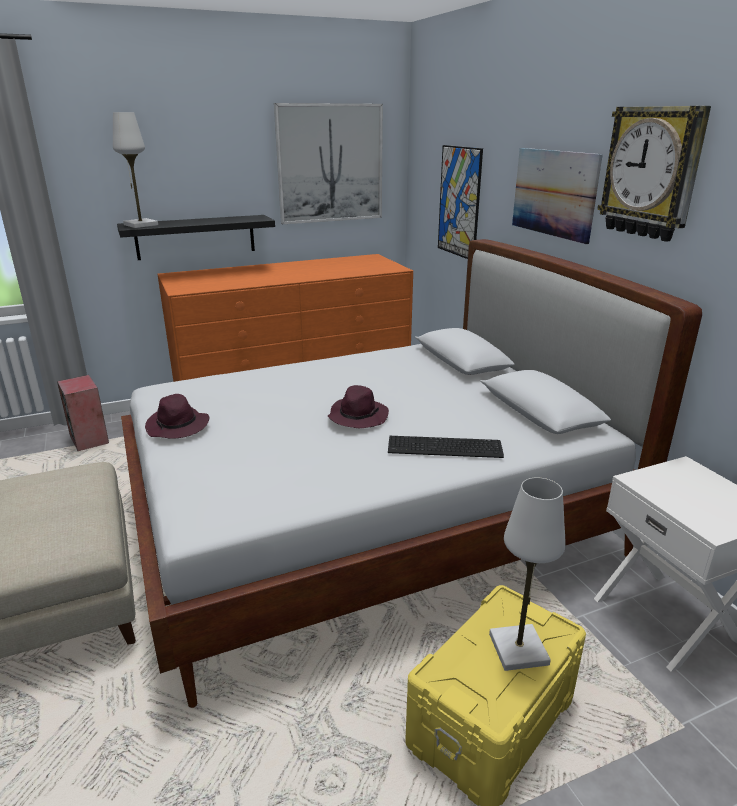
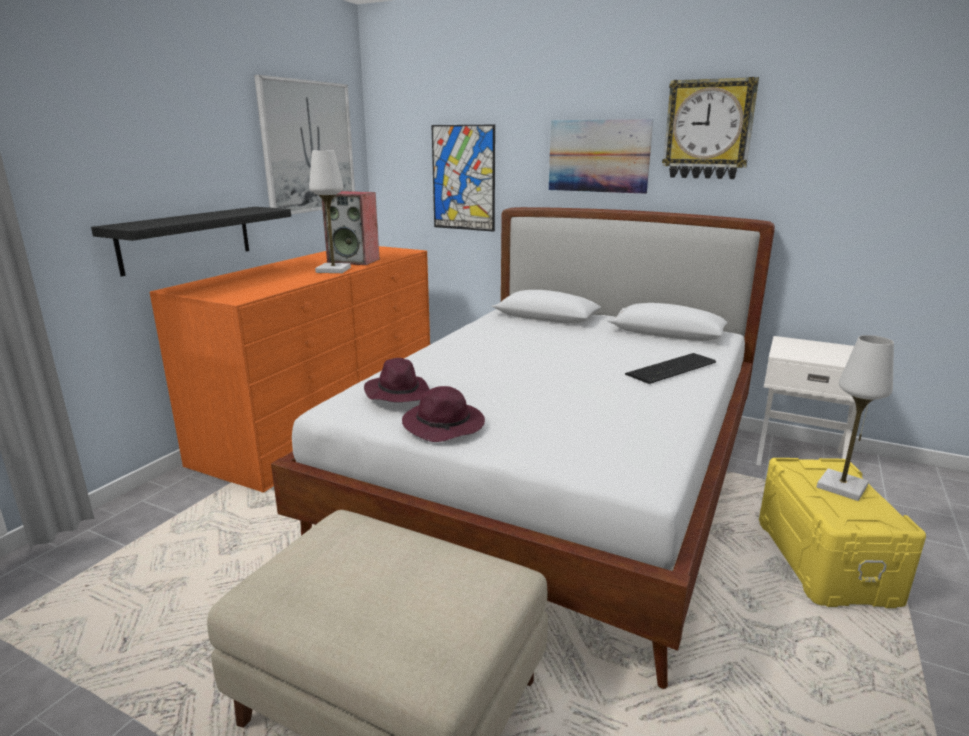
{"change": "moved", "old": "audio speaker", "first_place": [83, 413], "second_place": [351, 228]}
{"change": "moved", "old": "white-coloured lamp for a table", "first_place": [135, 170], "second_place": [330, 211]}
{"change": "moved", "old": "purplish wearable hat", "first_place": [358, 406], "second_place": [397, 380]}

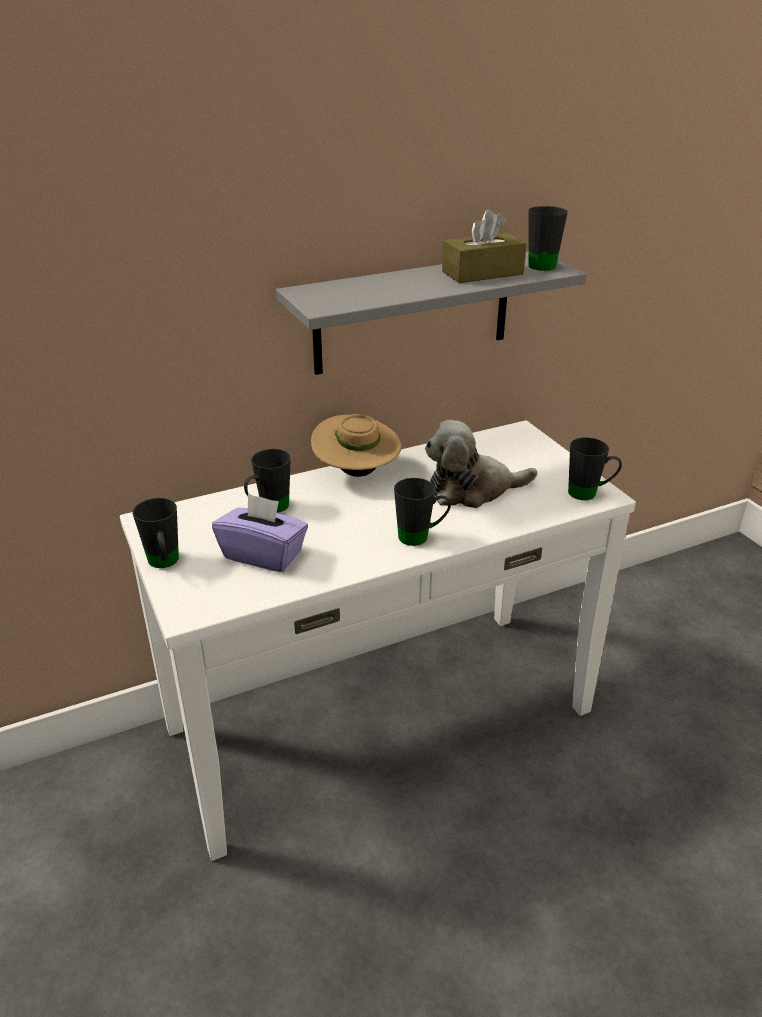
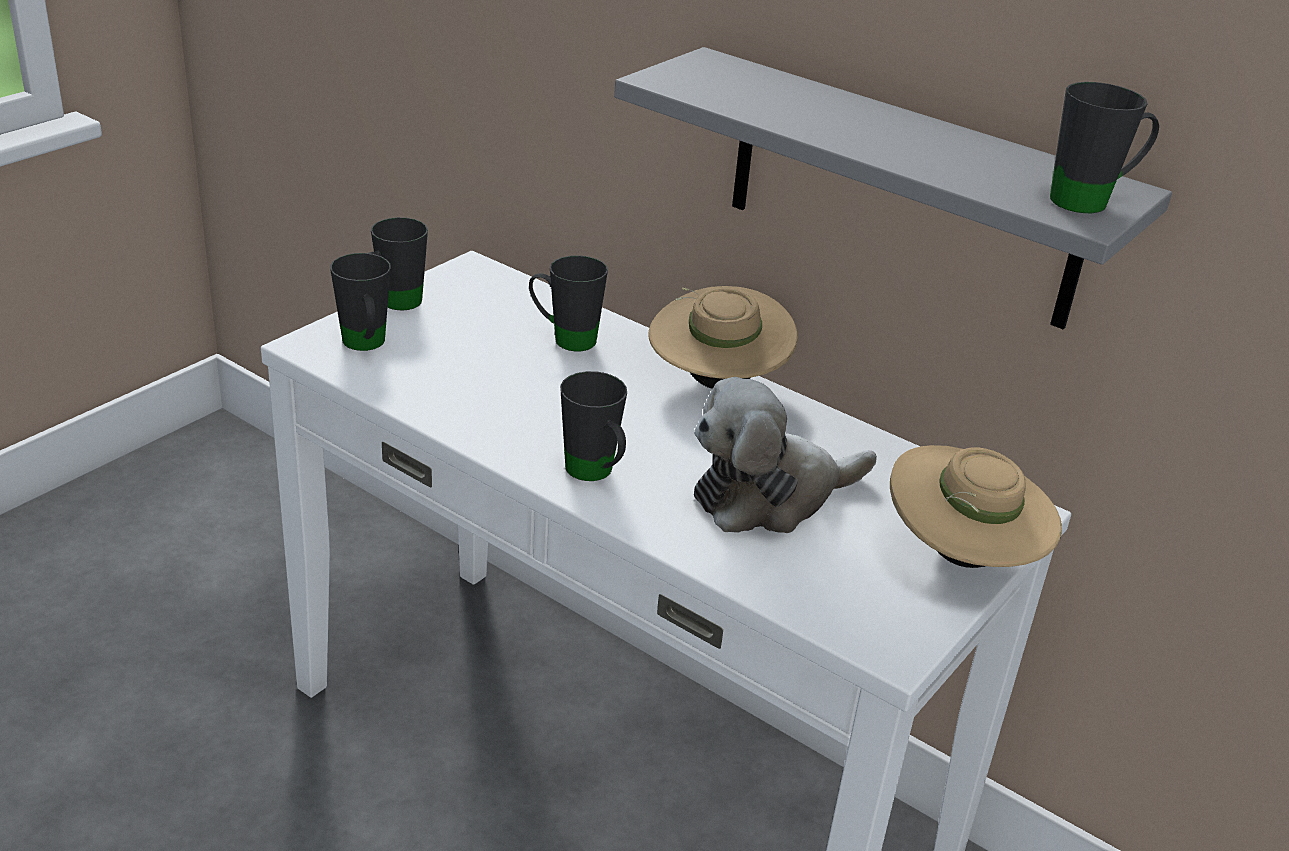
{"change": "removed", "old": "purplish box of tissues", "first_place": [260, 532]}
{"change": "removed", "old": "brownish box of tissues", "first_place": [484, 246]}
{"change": "added", "new": "sand-coloured wearable hat", "second_place": [976, 506]}
{"change": "moved", "old": "black-coloured coffee mug", "first_place": [595, 469], "second_place": [360, 302]}
{"change": "turned", "old": "soft toy", "first_place": [481, 464], "second_place": [785, 455], "degrees": -75}

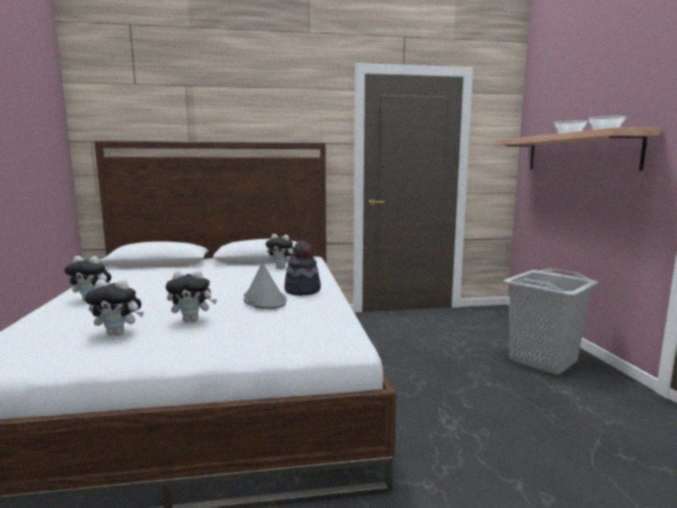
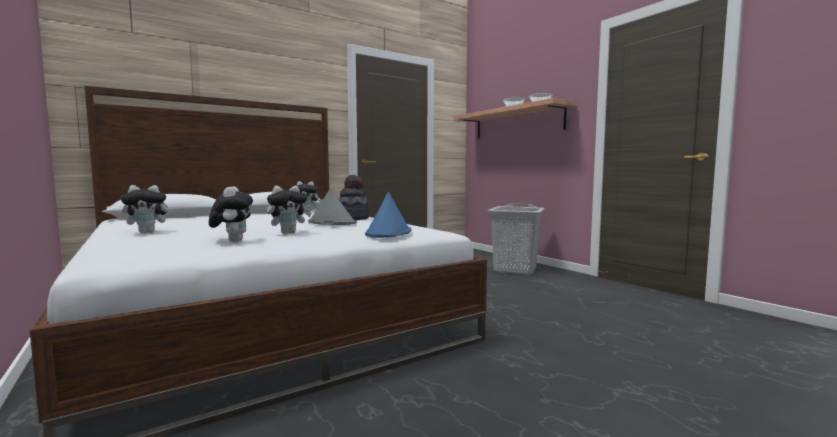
{"change": "added", "new": "blue-coloured wearable hat", "second_place": [388, 215]}
{"change": "turned", "old": "soft toy", "first_place": [114, 307], "second_place": [231, 214], "degrees": -75}

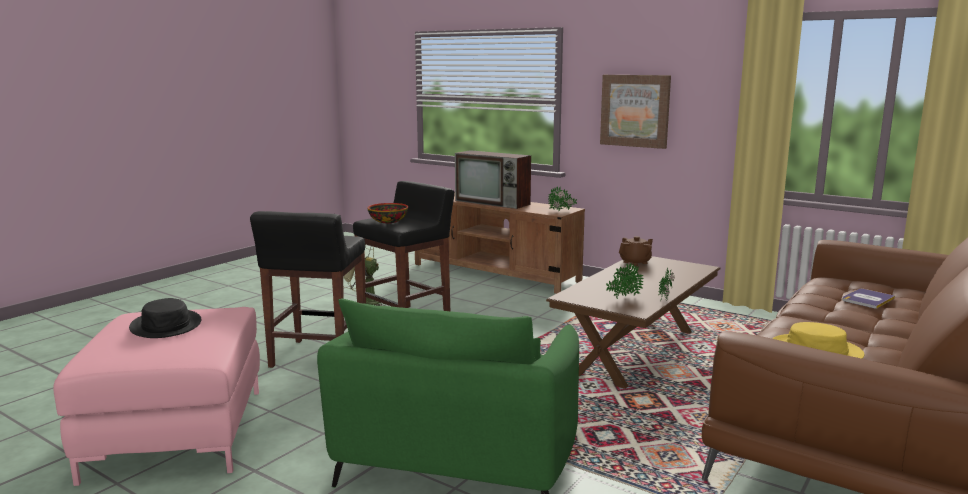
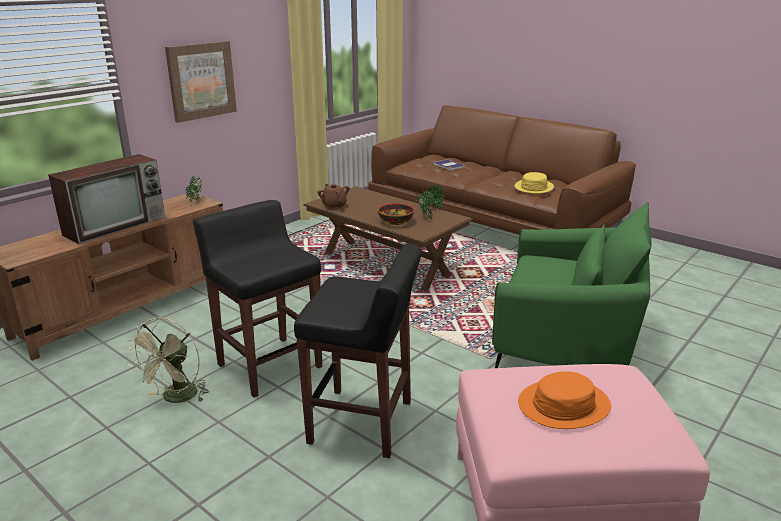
{"change": "moved", "old": "bowl", "first_place": [387, 213], "second_place": [396, 214]}
{"change": "recoloured", "old": "black-coloured wearable hat", "new": "orangey wearable hat", "first_place": [165, 318], "second_place": [564, 400]}

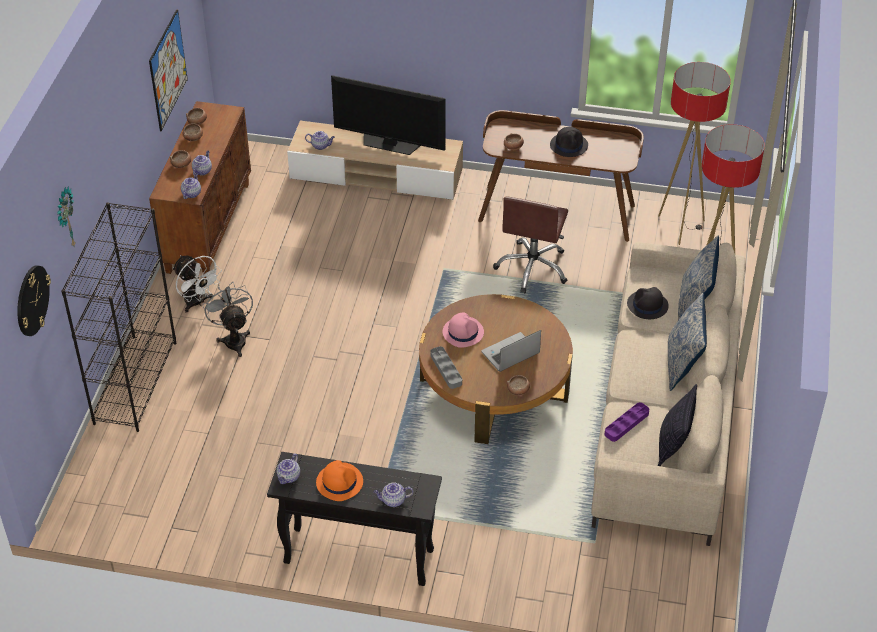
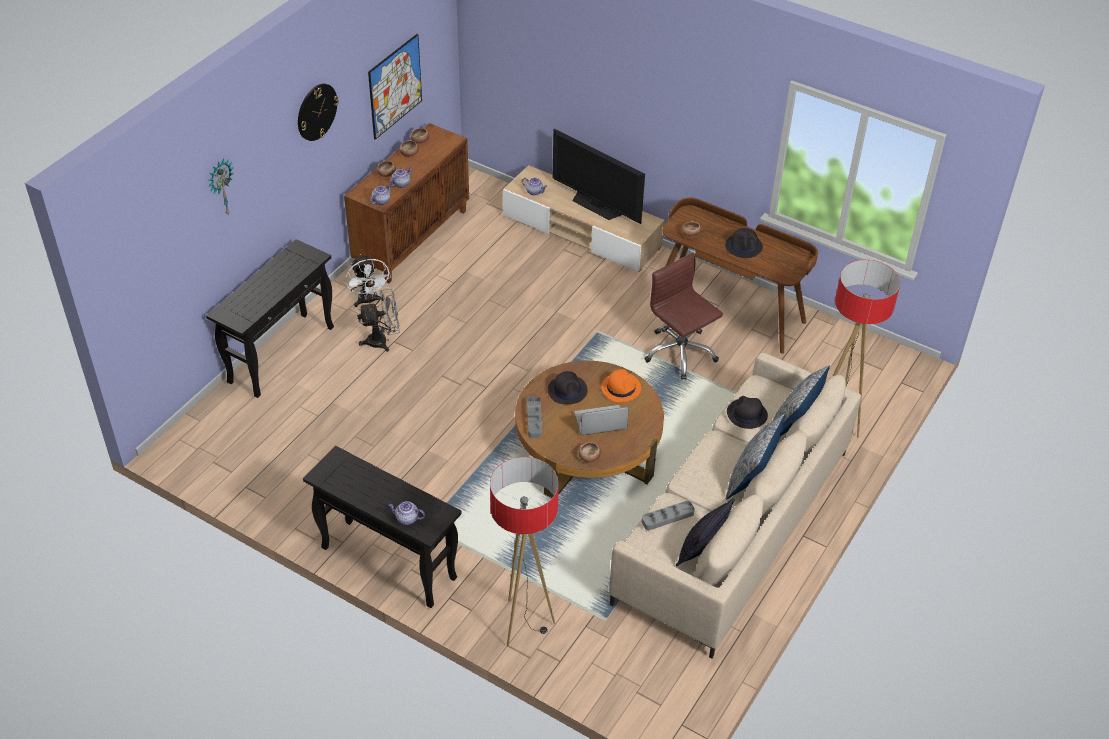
{"change": "removed", "old": "pot for tea", "first_place": [288, 469]}
{"change": "moved", "old": "wall clock", "first_place": [34, 300], "second_place": [318, 112]}
{"change": "moved", "old": "orangey wearable hat", "first_place": [339, 480], "second_place": [621, 385]}
{"change": "moved", "old": "standing lamp", "first_place": [694, 153], "second_place": [524, 551]}
{"change": "replaced", "old": "black-coloured bookcase", "new": "black-coloured narrow table", "first_place": [119, 317], "second_place": [270, 318]}
{"change": "recoloured", "old": "pink wearable hat", "new": "black-coloured wearable hat", "first_place": [463, 330], "second_place": [568, 387]}
{"change": "recoloured", "old": "purplish carrying tray", "new": "grey carrying tray", "first_place": [627, 422], "second_place": [668, 515]}
{"change": "turned", "old": "grey fan", "first_place": [228, 319], "second_place": [378, 320], "degrees": 75}
{"change": "turned", "old": "brownish office chair", "first_place": [530, 245], "second_place": [683, 316], "degrees": 105}

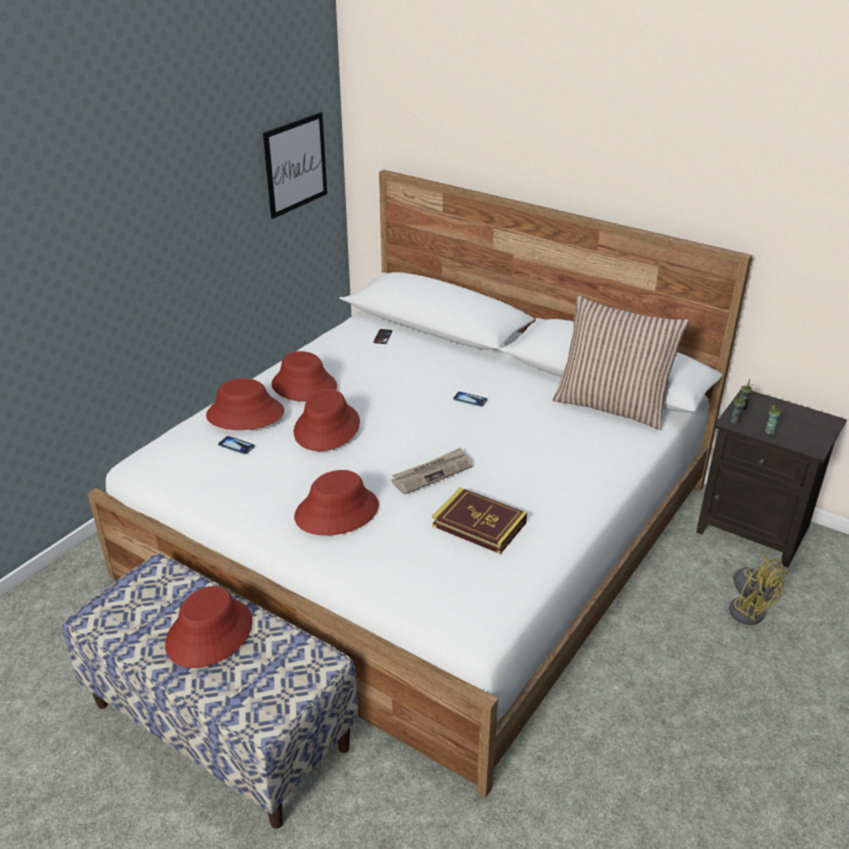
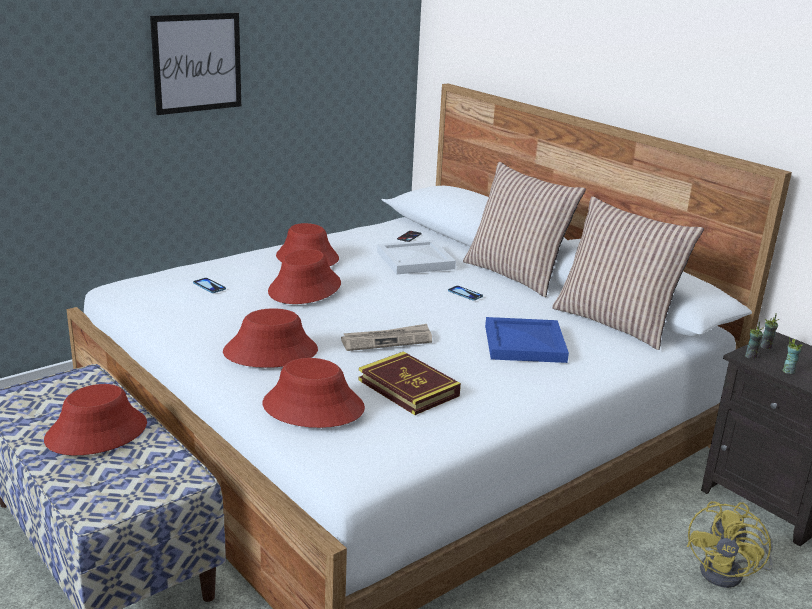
{"change": "added", "new": "white-coloured carrying tray", "second_place": [416, 257]}
{"change": "added", "new": "cushion", "second_place": [524, 229]}
{"change": "added", "new": "blue-coloured carrying tray", "second_place": [527, 340]}
{"change": "moved", "old": "red-coloured wearable hat", "first_place": [245, 404], "second_place": [314, 393]}
{"change": "moved", "old": "wall art", "first_place": [295, 165], "second_place": [195, 64]}
{"change": "turned", "old": "yellow fan", "first_place": [755, 590], "second_place": [730, 544], "degrees": 45}

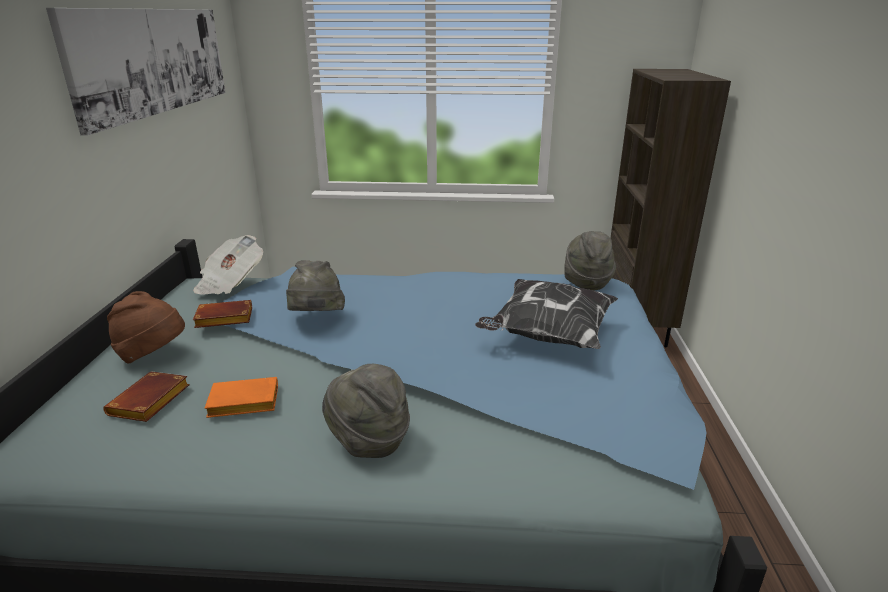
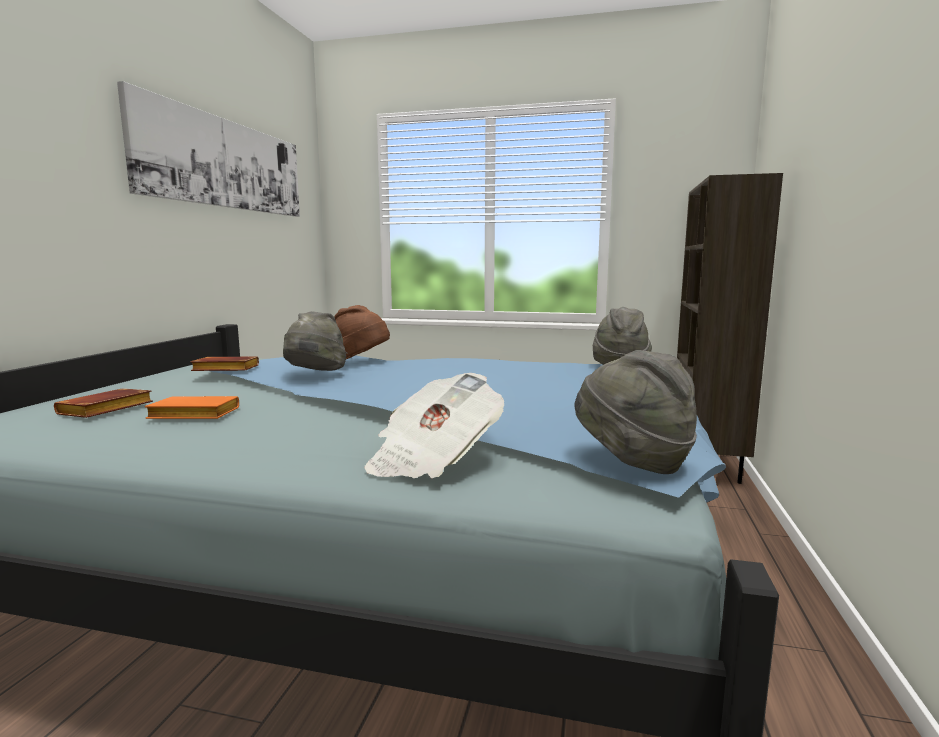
{"change": "removed", "old": "cushion", "first_place": [546, 314]}
{"change": "moved", "old": "brownish wearable hat", "first_place": [146, 327], "second_place": [362, 332]}
{"change": "moved", "old": "newspaper", "first_place": [228, 265], "second_place": [434, 425]}
{"change": "moved", "old": "grey wearable hat", "first_place": [366, 411], "second_place": [635, 412]}

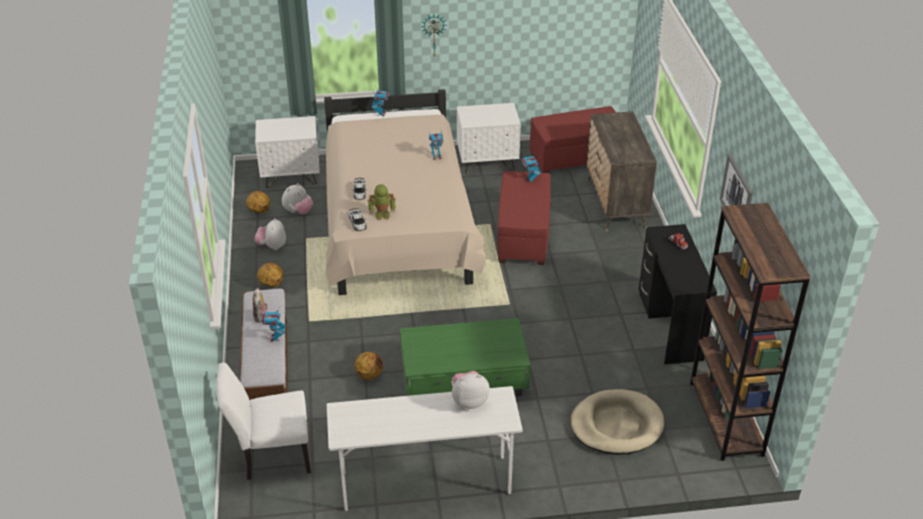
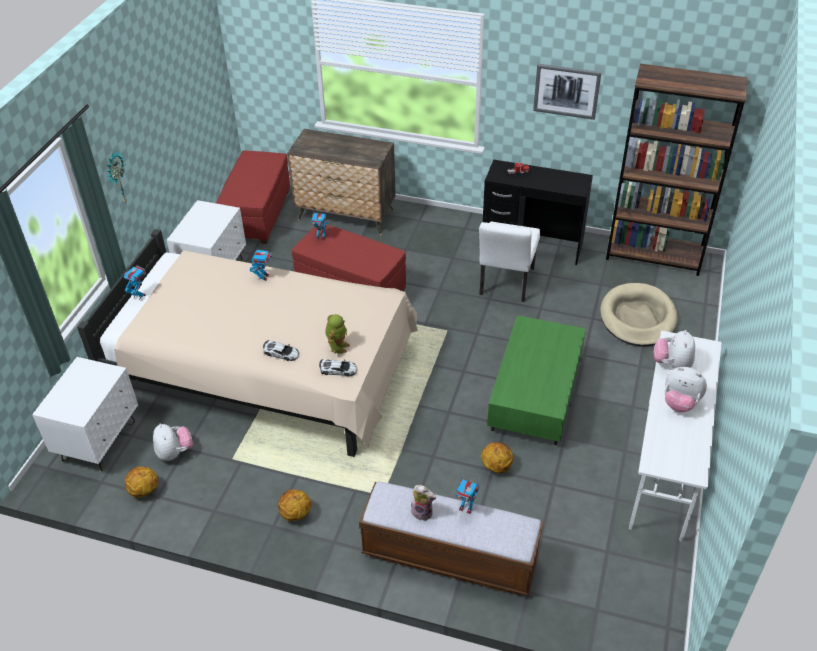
{"change": "moved", "old": "white-coloured chair", "first_place": [263, 421], "second_place": [509, 262]}
{"change": "moved", "old": "soft toy", "first_place": [270, 234], "second_place": [685, 389]}

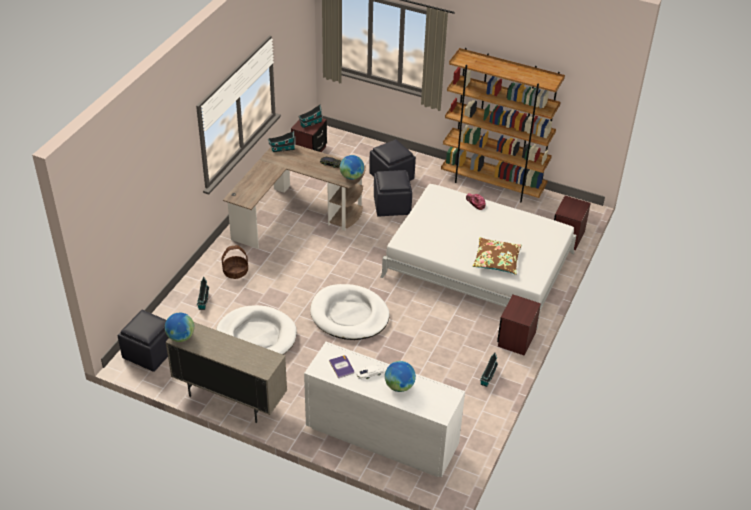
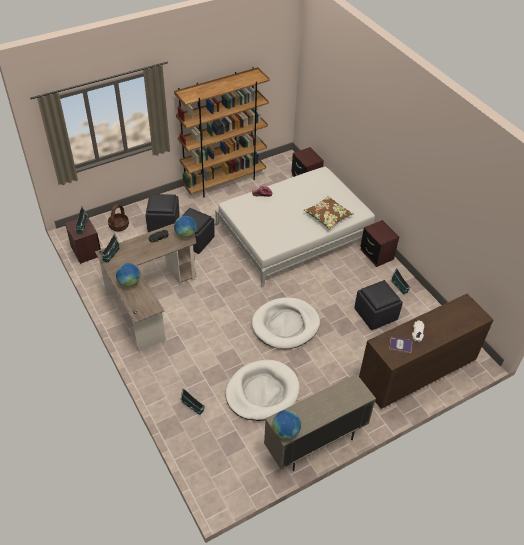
{"change": "moved", "old": "black-coloured pouffe", "first_place": [143, 341], "second_place": [378, 305]}
{"change": "moved", "old": "household basket", "first_place": [235, 262], "second_place": [118, 217]}
{"change": "moved", "old": "world globe", "first_place": [400, 376], "second_place": [128, 275]}
{"change": "recoloured", "old": "white-coloured chest of drawers", "new": "brownish chest of drawers", "first_place": [384, 410], "second_place": [426, 351]}

